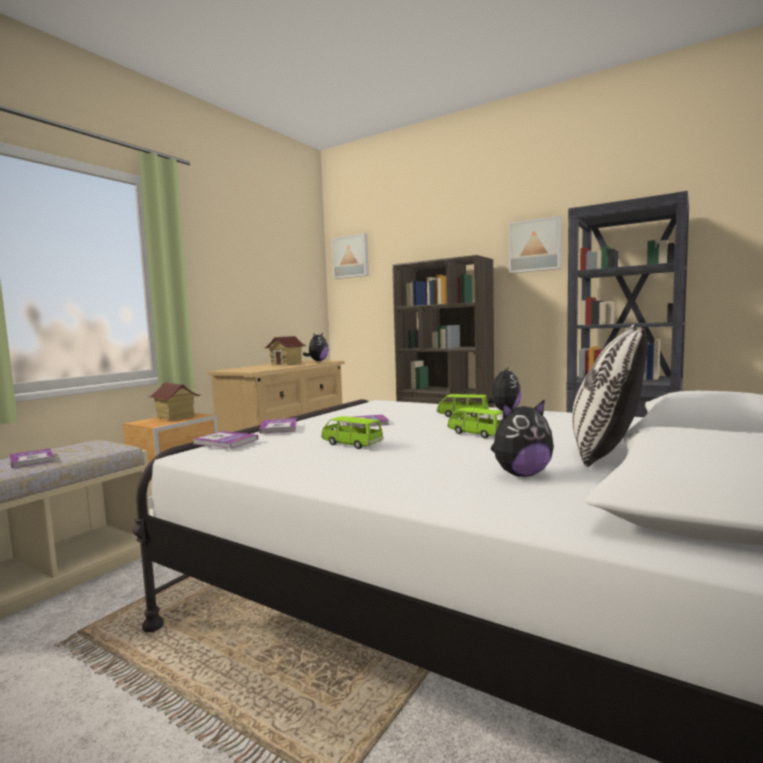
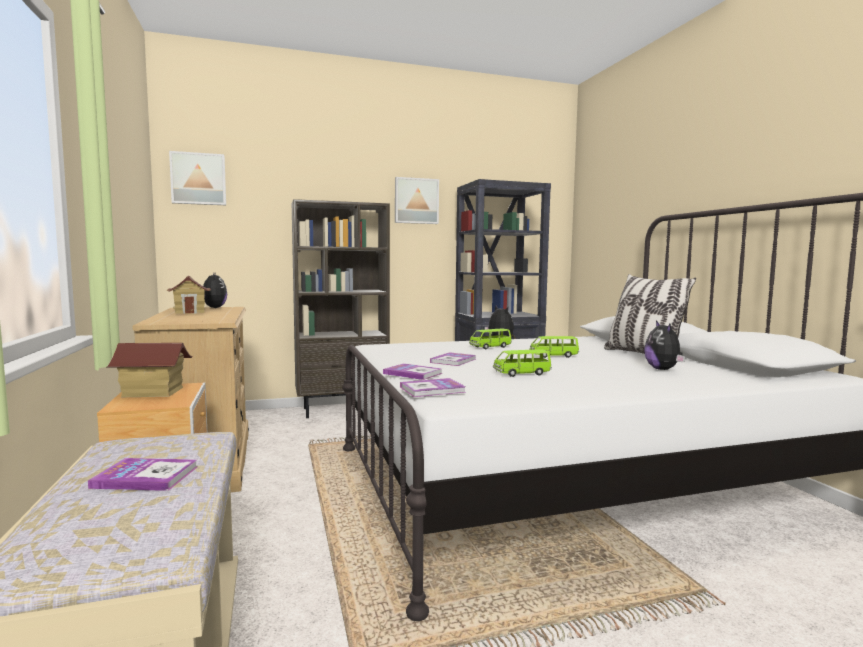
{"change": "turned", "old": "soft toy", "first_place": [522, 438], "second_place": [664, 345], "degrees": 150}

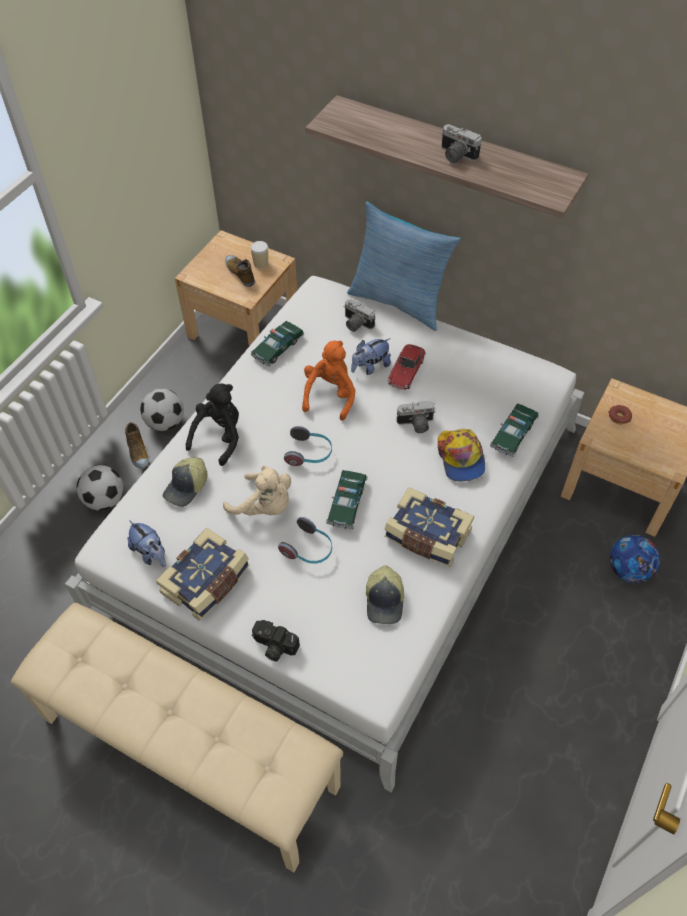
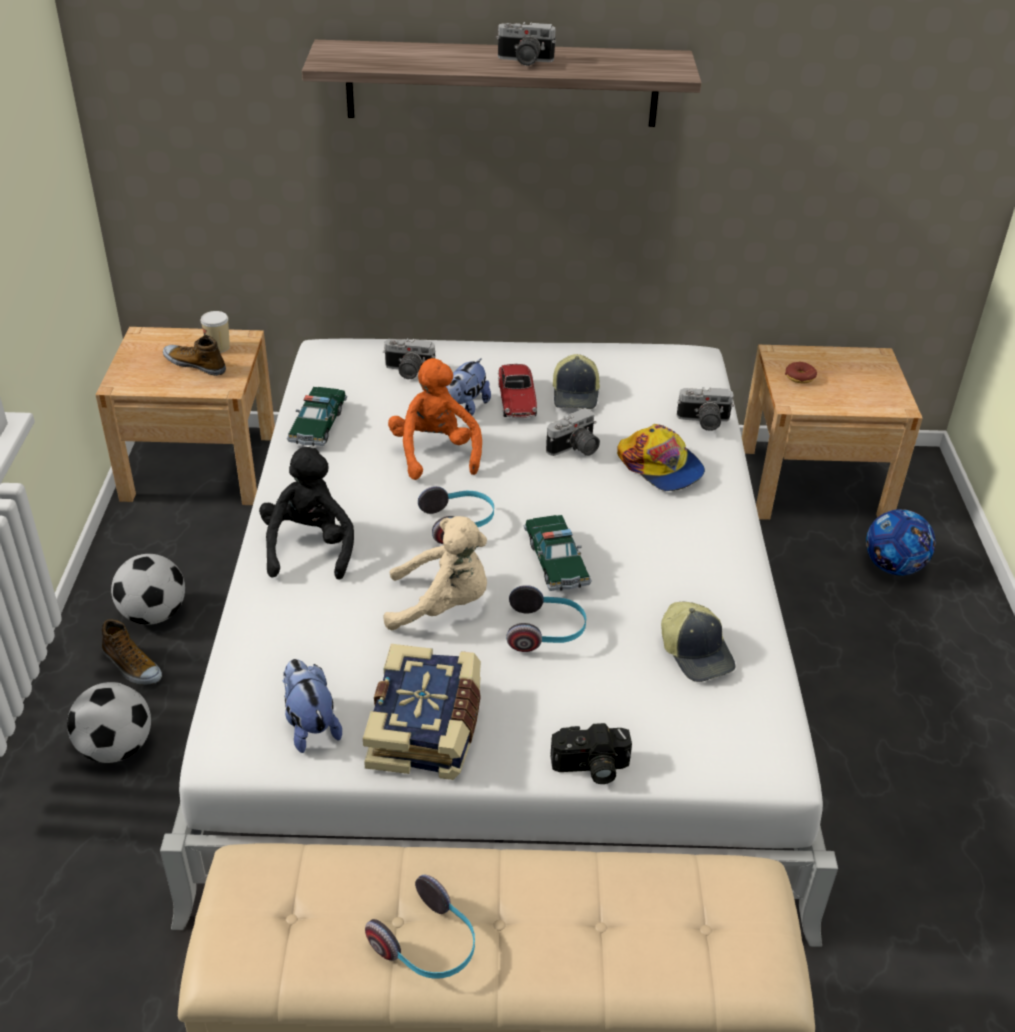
{"change": "removed", "old": "cushion", "first_place": [404, 266]}
{"change": "removed", "old": "bound book", "first_place": [429, 527]}
{"change": "added", "new": "headset", "second_place": [420, 926]}
{"change": "moved", "old": "peaked cap", "first_place": [185, 482], "second_place": [576, 381]}
{"change": "replaced", "old": "model car", "new": "still camera", "first_place": [514, 430], "second_place": [705, 409]}
{"change": "turned", "old": "soft toy", "first_place": [146, 544], "second_place": [312, 706], "degrees": -135}

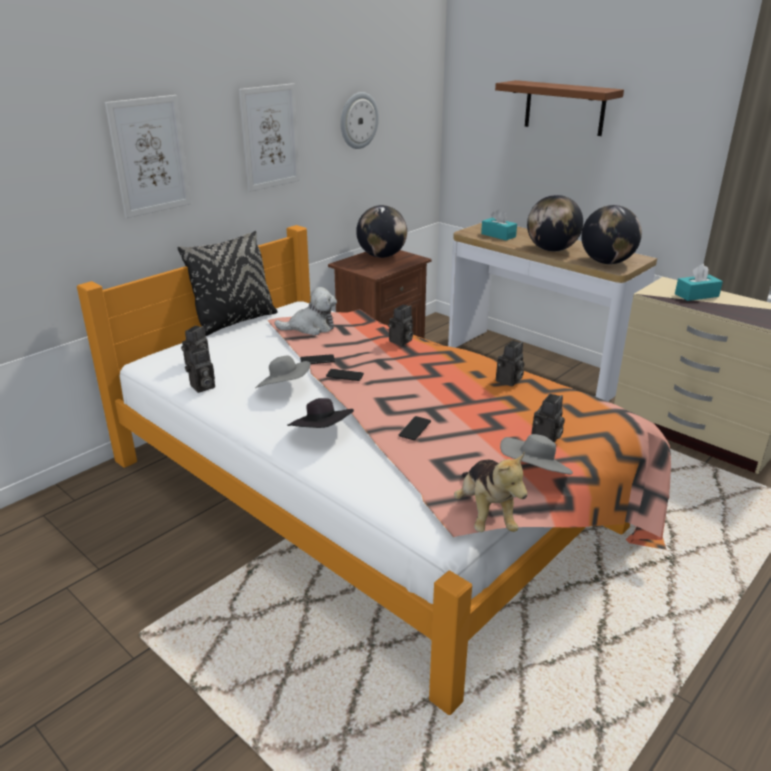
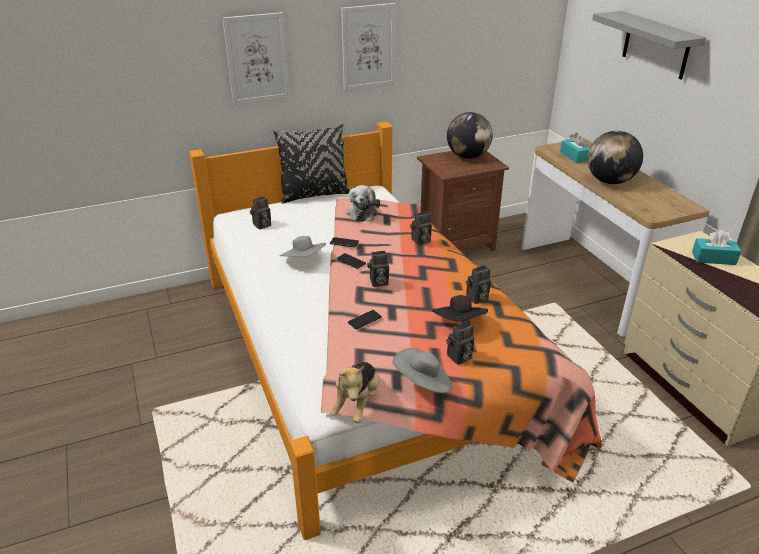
{"change": "removed", "old": "wall clock", "first_place": [360, 120]}
{"change": "removed", "old": "world globe", "first_place": [611, 234]}
{"change": "moved", "old": "still camera", "first_place": [200, 370], "second_place": [378, 269]}
{"change": "moved", "old": "black-coloured wearable hat", "first_place": [320, 413], "second_place": [460, 308]}
{"change": "recoloured", "old": "brownish wall shelf", "new": "grey wall shelf", "first_place": [559, 108], "second_place": [649, 45]}
{"change": "turned", "old": "soft toy", "first_place": [305, 311], "second_place": [363, 203], "degrees": 75}

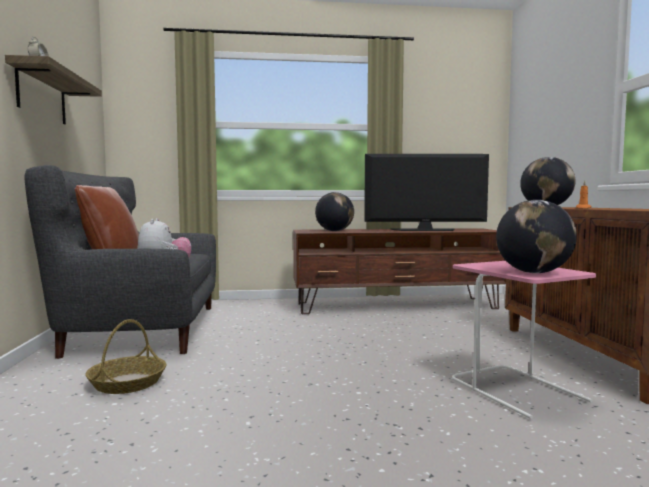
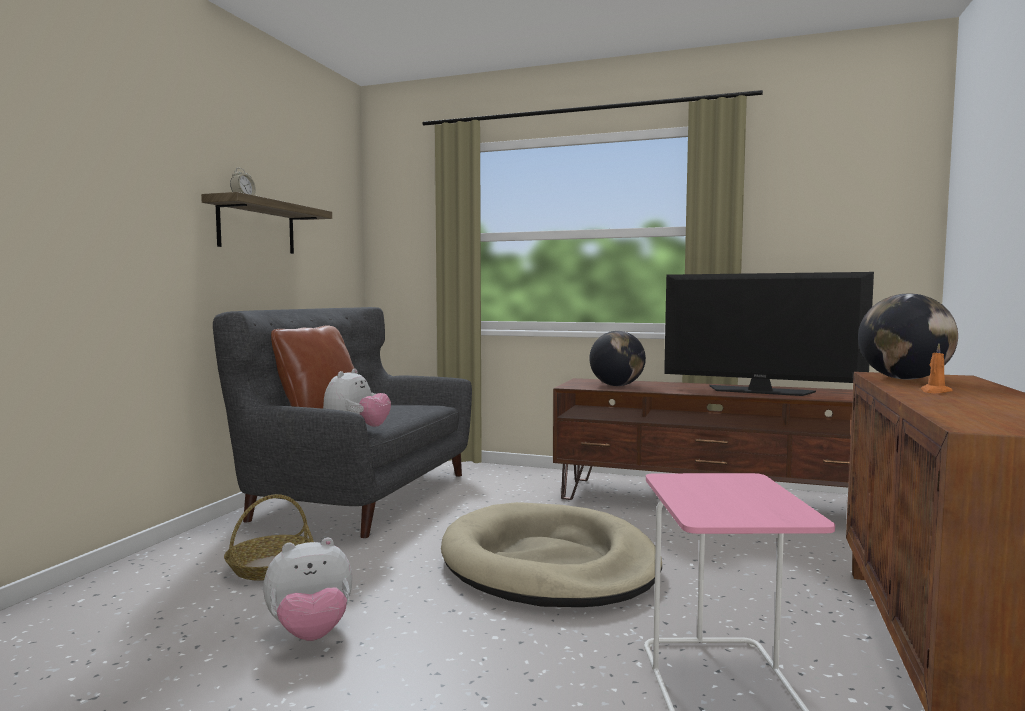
{"change": "removed", "old": "world globe", "first_place": [536, 236]}
{"change": "added", "new": "soft toy", "second_place": [307, 589]}
{"change": "added", "new": "sand-coloured dog bed", "second_place": [551, 554]}

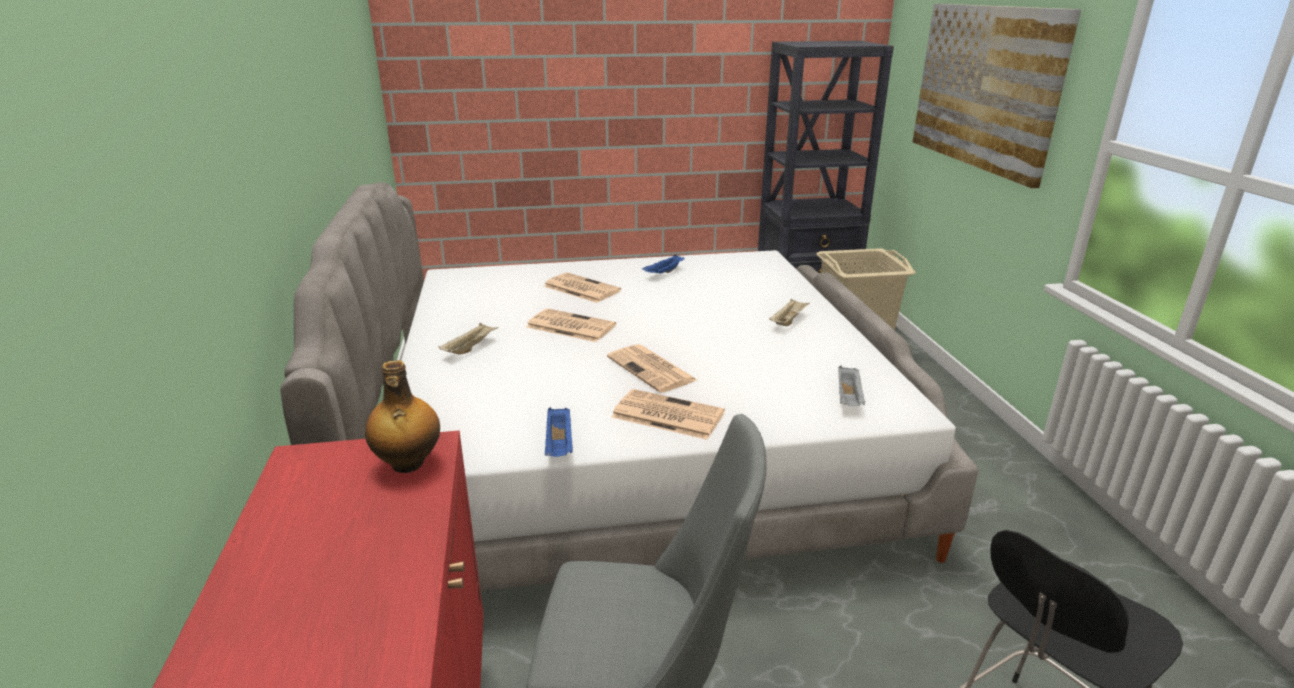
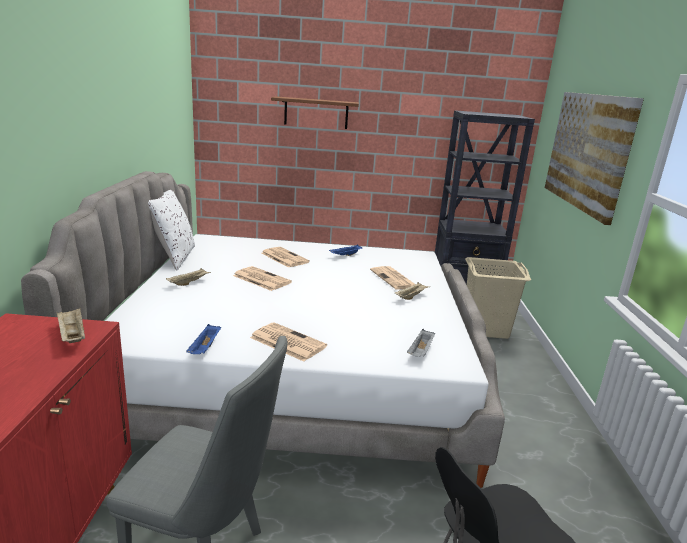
{"change": "added", "new": "white-coloured cushion", "second_place": [171, 230]}
{"change": "added", "new": "brownish wall shelf", "second_place": [315, 112]}
{"change": "moved", "old": "newspaper", "first_place": [652, 368], "second_place": [392, 278]}
{"change": "replaced", "old": "beverage bottle", "new": "sand-coloured carrying tray", "first_place": [402, 416], "second_place": [71, 325]}

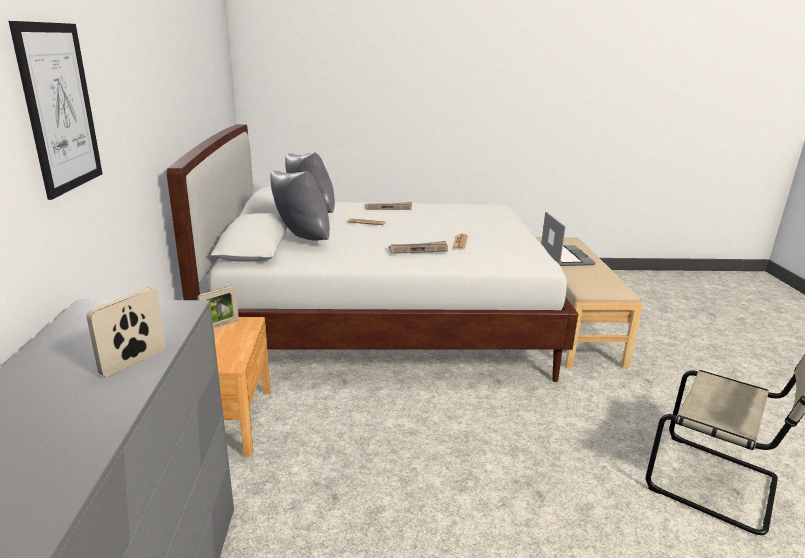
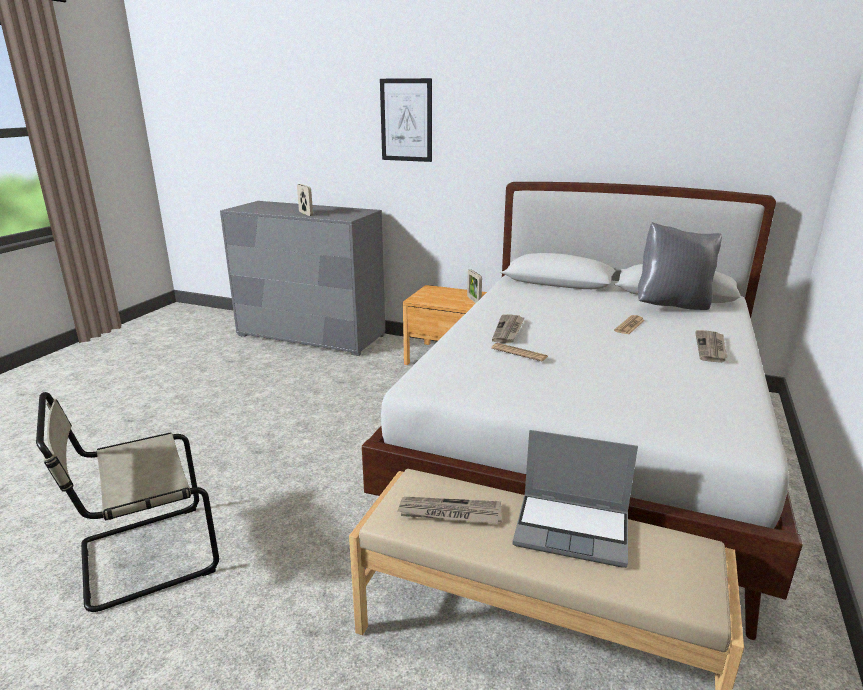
{"change": "removed", "old": "grey cushion", "first_place": [300, 206]}
{"change": "added", "new": "newspaper", "second_place": [449, 510]}

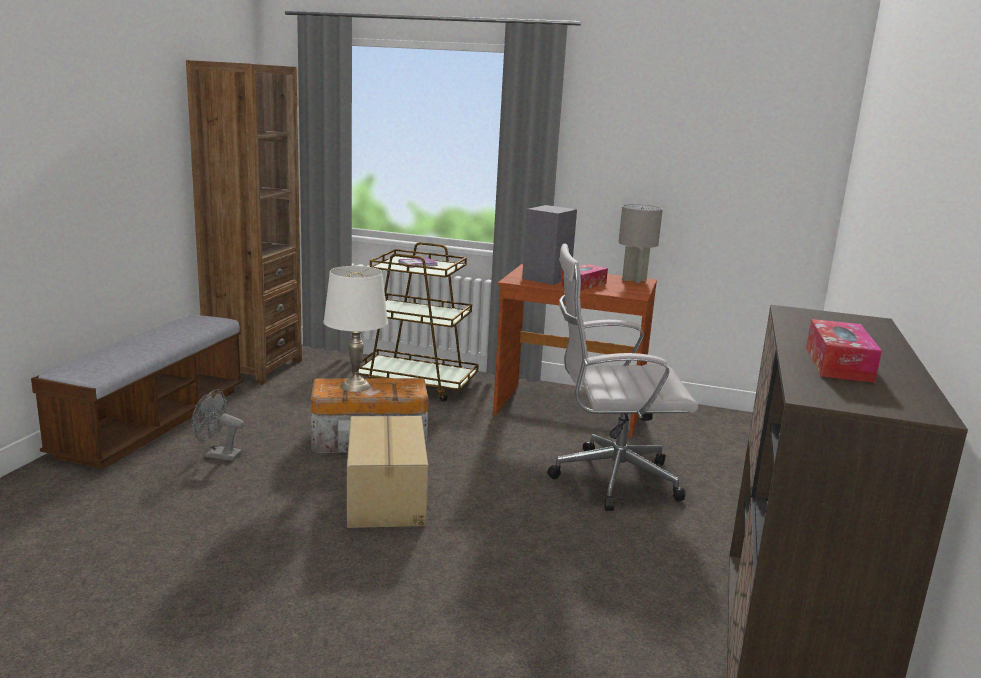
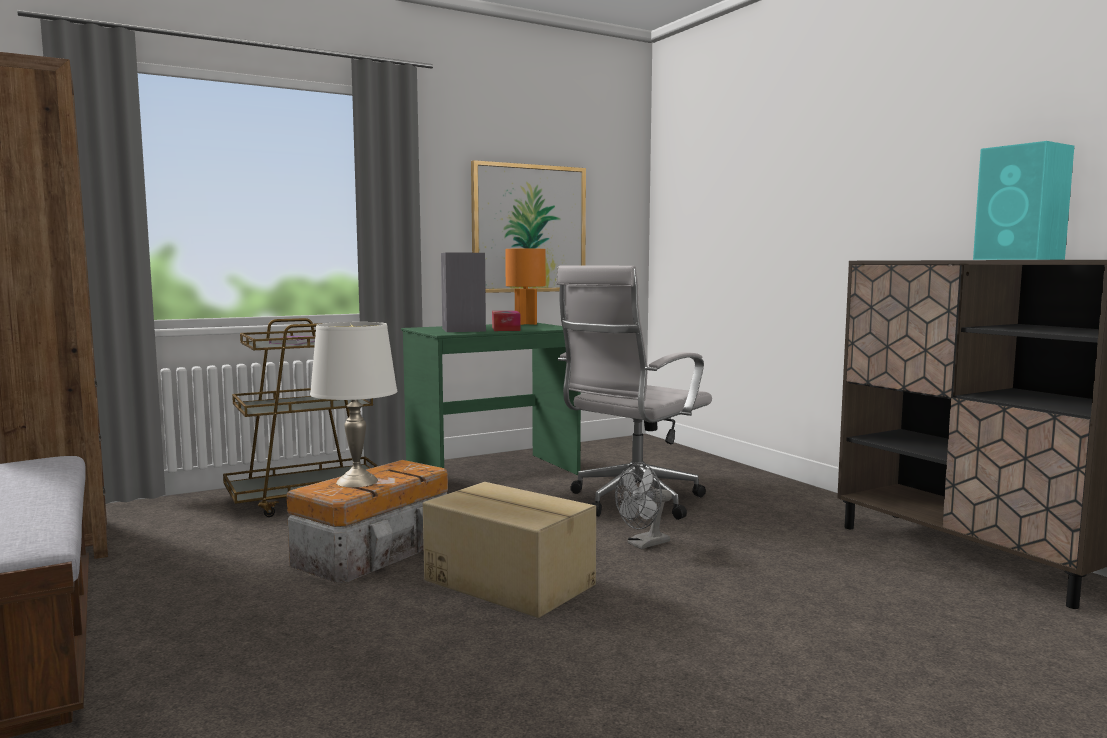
{"change": "added", "new": "wall art", "second_place": [528, 226]}
{"change": "moved", "old": "grey fan", "first_place": [217, 425], "second_place": [643, 505]}
{"change": "replaced", "old": "box of tissues", "new": "blue-green audio speaker", "first_place": [844, 351], "second_place": [1023, 200]}
{"change": "recoloured", "old": "brownish desk table", "new": "green-coloured desk table", "first_place": [575, 351], "second_place": [491, 399]}
{"change": "recoloured", "old": "grey lamp for a table", "new": "orangey lamp for a table", "first_place": [640, 243], "second_place": [525, 286]}

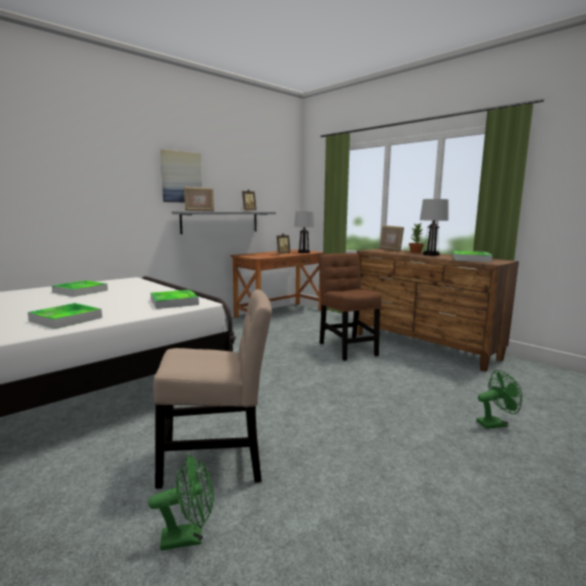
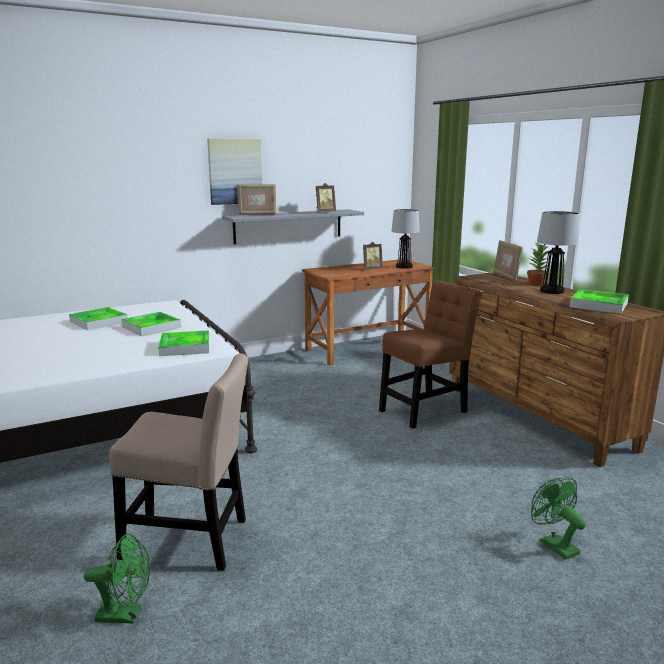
{"change": "moved", "old": "carrying tray", "first_place": [65, 316], "second_place": [151, 324]}
{"change": "turned", "old": "brownish chair", "first_place": [350, 307], "second_place": [430, 355], "degrees": 60}
{"change": "turned", "old": "green-coloured fan", "first_place": [500, 399], "second_place": [558, 518], "degrees": -120}

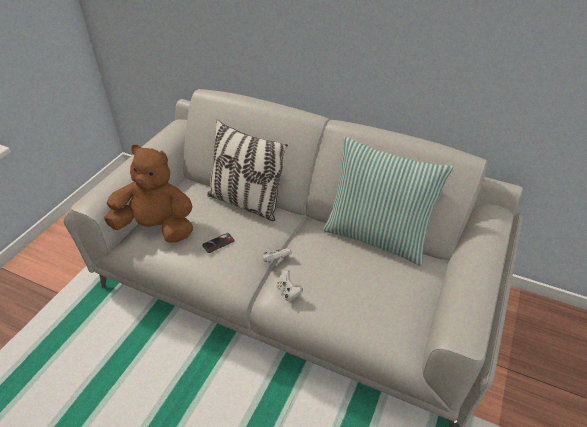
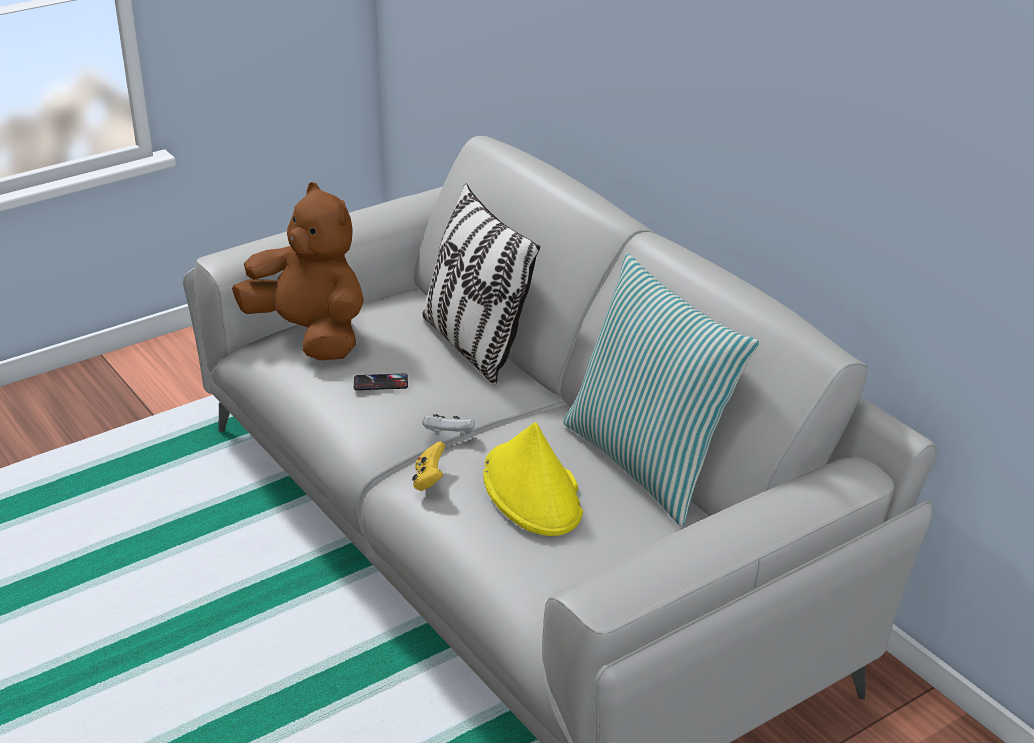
{"change": "added", "new": "yellow wearable hat", "second_place": [533, 479]}
{"change": "recoloured", "old": "white-coloured gamepad", "new": "yellow gamepad", "first_place": [289, 285], "second_place": [428, 466]}

